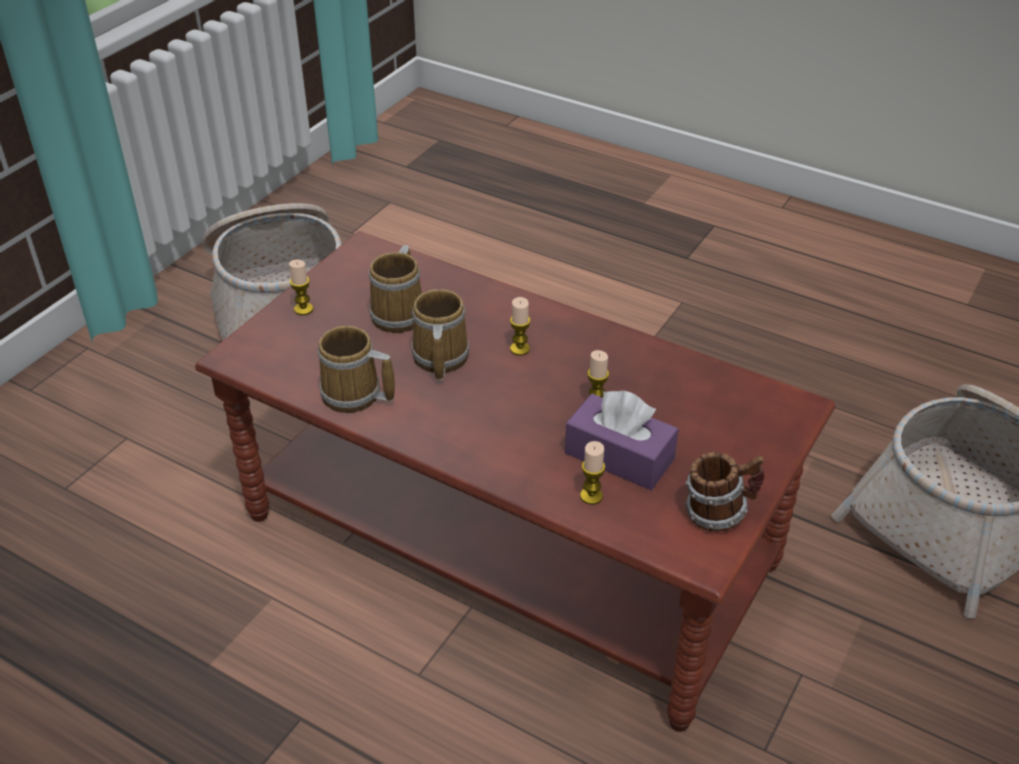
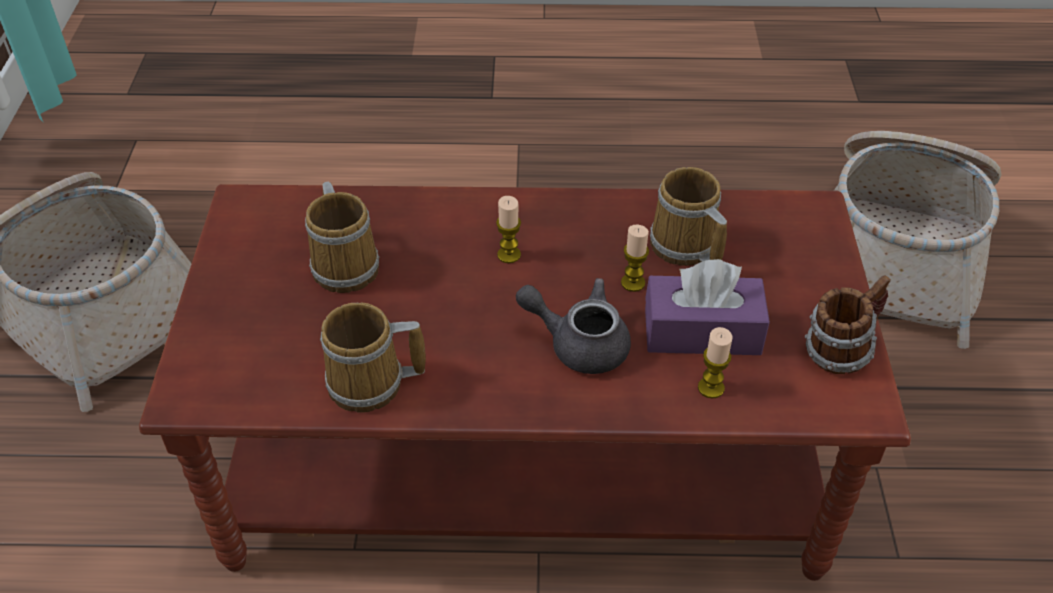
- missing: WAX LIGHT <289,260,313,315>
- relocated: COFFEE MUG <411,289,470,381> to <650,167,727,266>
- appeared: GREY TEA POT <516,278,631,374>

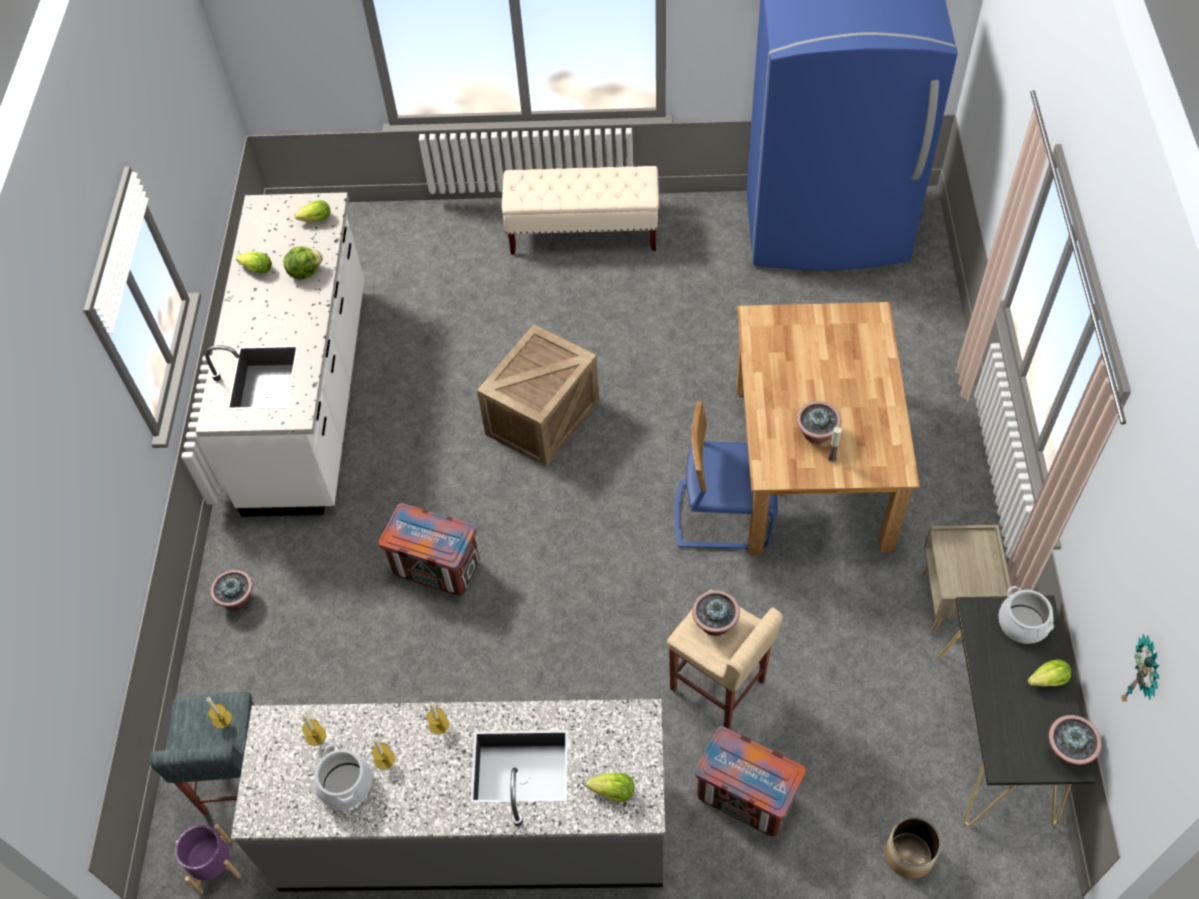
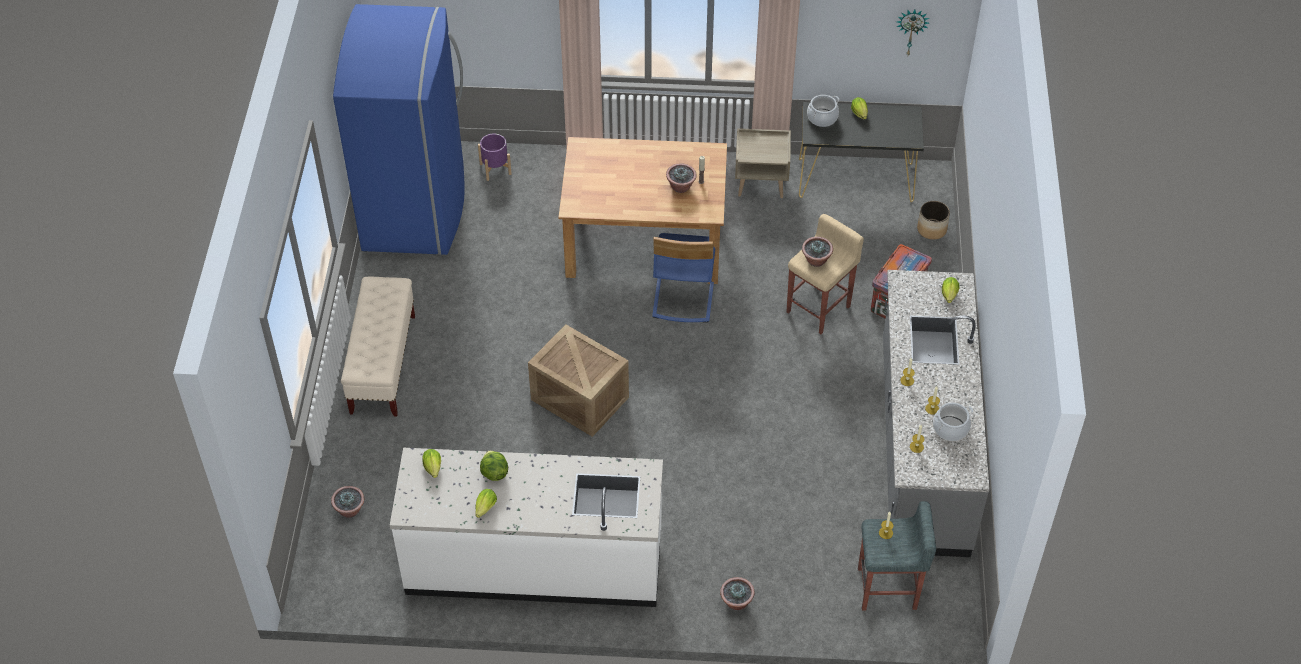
- missing: CRATE <379,503,480,596>
- relocated: HOUSEPLANT <1048,715,1102,765> to <331,486,364,518>
- relocated: PURPLE-COLOURED PLANTER <175,824,241,894> to <478,134,512,181>

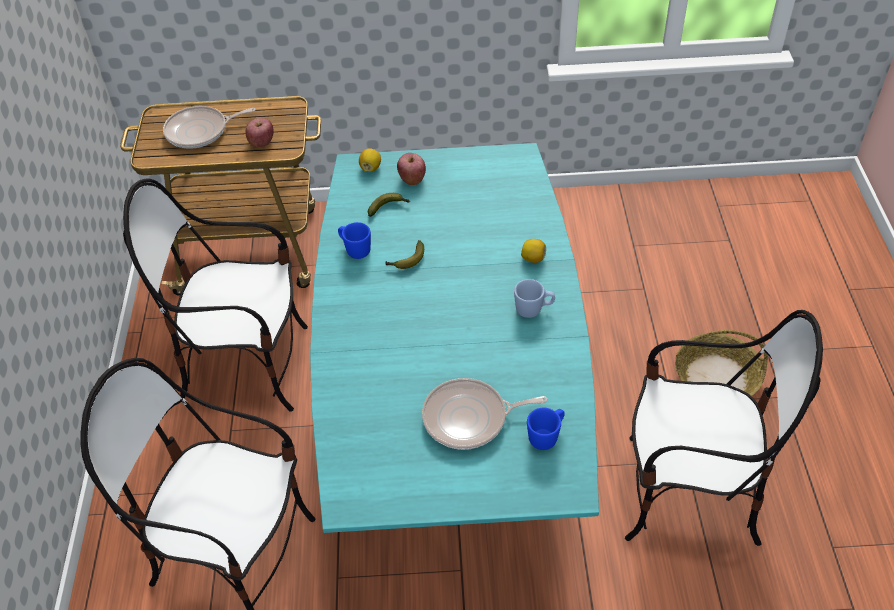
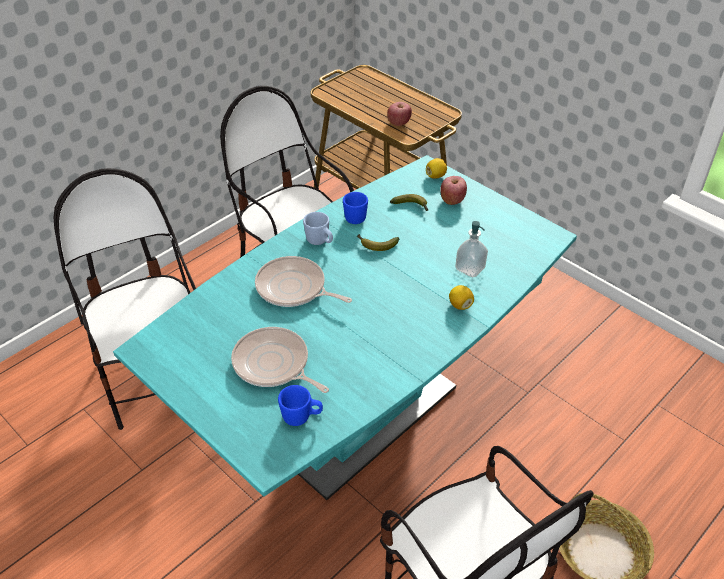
- relocated: FRYING PAN <163,106,256,149> to <255,256,352,307>
- relocated: BLUISH COFFEE MUG <514,279,555,318> to <303,212,333,245>
- appeared: SOAP BOTTLE <455,221,488,277>

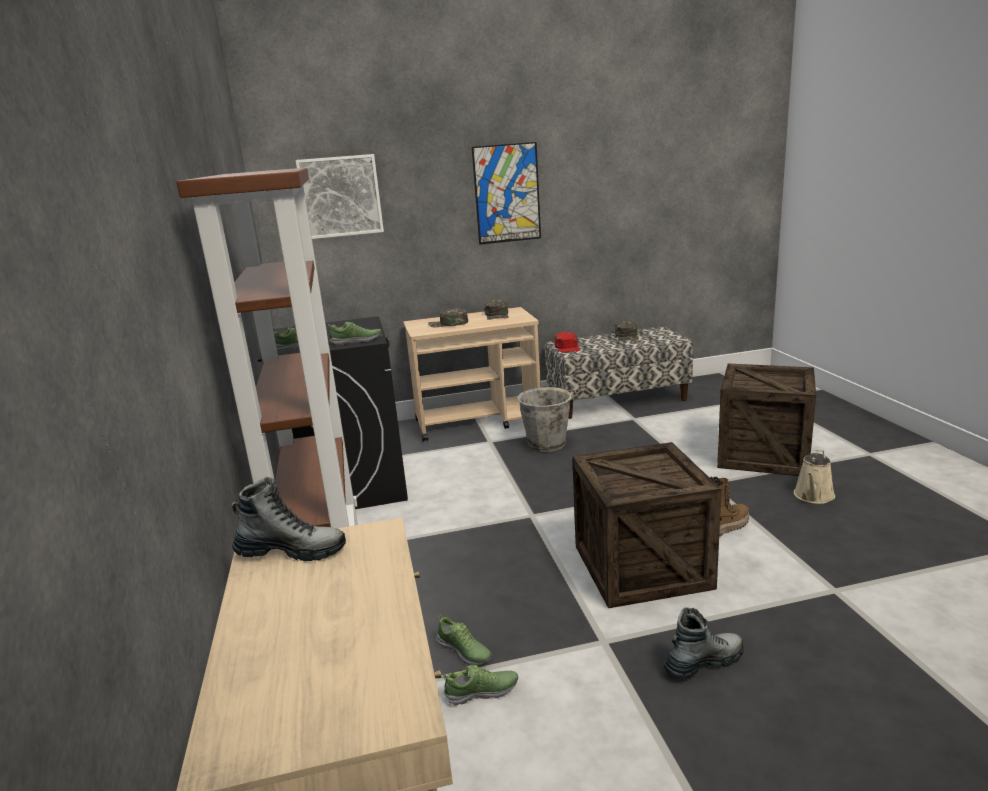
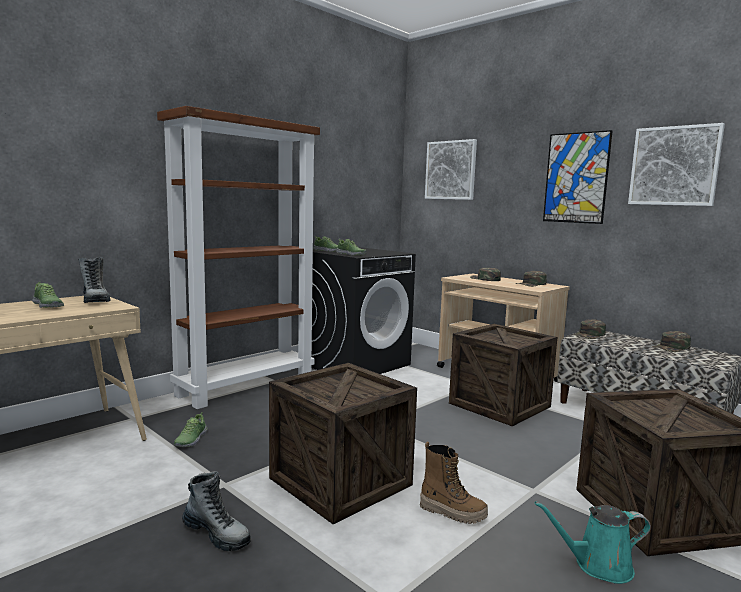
- colour: RED BASEBALL CAP <554,332,580,353> to GREEN-COLOURED BASEBALL CAP <574,319,606,339>
- exchanged: GREY WATER BUCKET <517,387,578,452> to CRATE <449,324,557,426>
- colour: SAND-COLOURED SPRINKLING CAN <794,450,835,504> to TURQUOISE SPRINKLING CAN <535,501,651,584>
- relocated: ITEM OF FOOTWEAR <442,665,518,705> to <32,282,64,308>
- appeared: WALL ART <628,123,725,206>

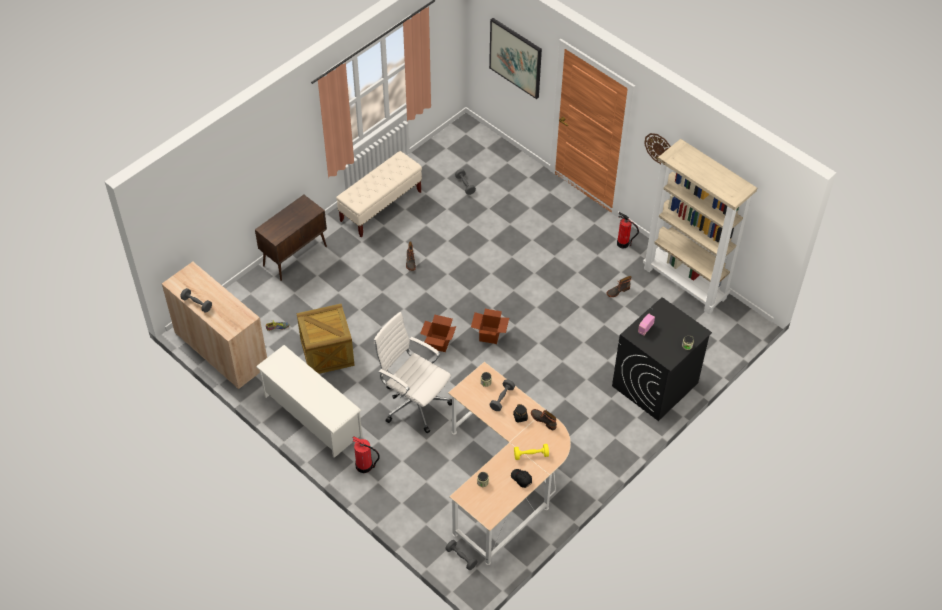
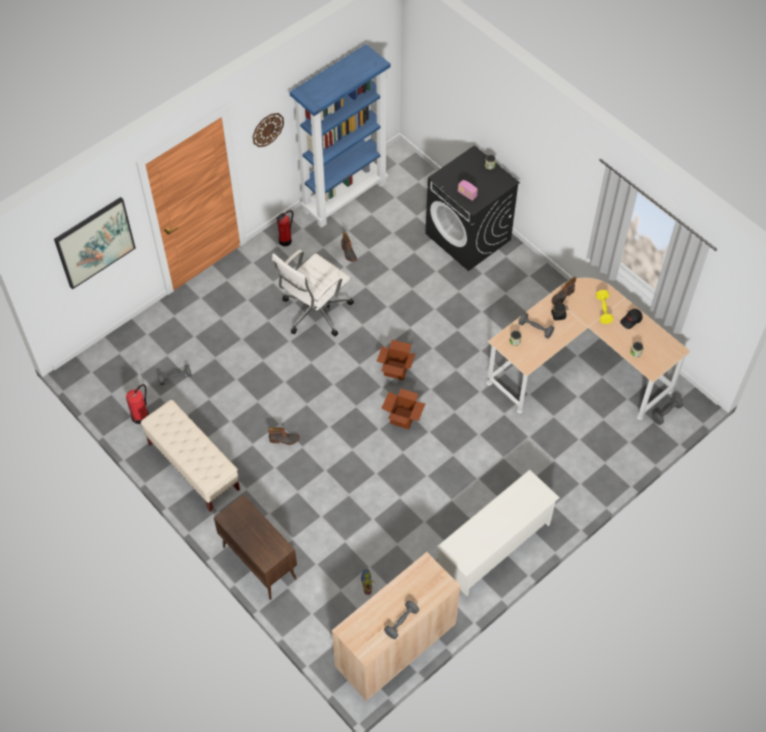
- colour: SAND-COLOURED SHELVING UNIT <643,139,757,314> to BLUISH SHELVING UNIT <290,44,391,228>
- missing: CRATE <297,304,355,374>
- relocated: WHITE-COLOURED DESK CHAIR <373,312,452,433> to <272,250,354,336>
- relocated: FIRE-FIGHTING CYLINDER <352,436,380,473> to <126,384,149,424>

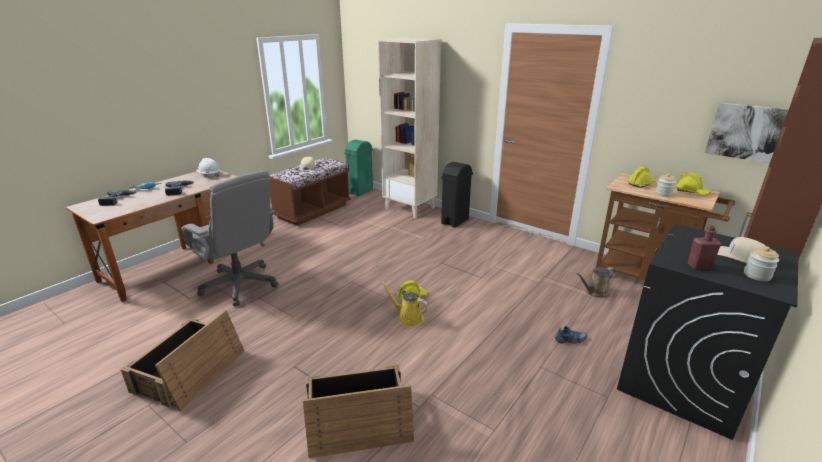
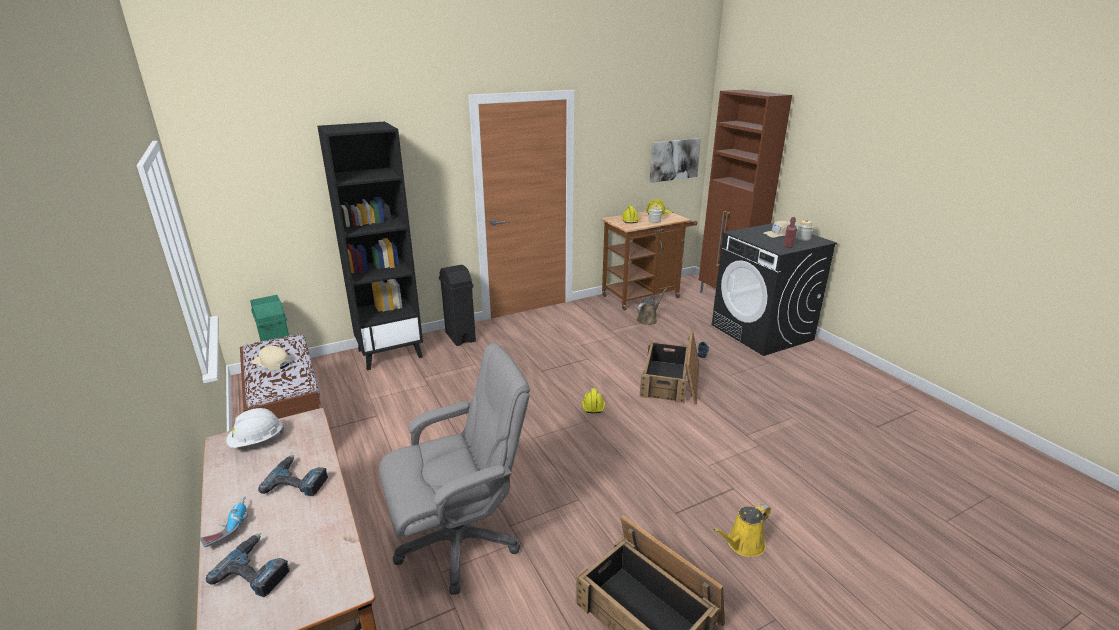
- colour: SAND-COLOURED SHELVING UNIT <378,38,441,218> to BLACK-COLOURED SHELVING UNIT <317,121,423,371>
- spun: BROWNISH SPRINKLING CAN <576,267,616,298> = <636,288,667,325> 135 degrees counterclockwise
- relocated: YELLOW-COLOURED SPRINKLING CAN <381,281,429,327> to <713,504,771,557>
- relocated: CRATE <303,364,414,458> to <639,330,700,404>

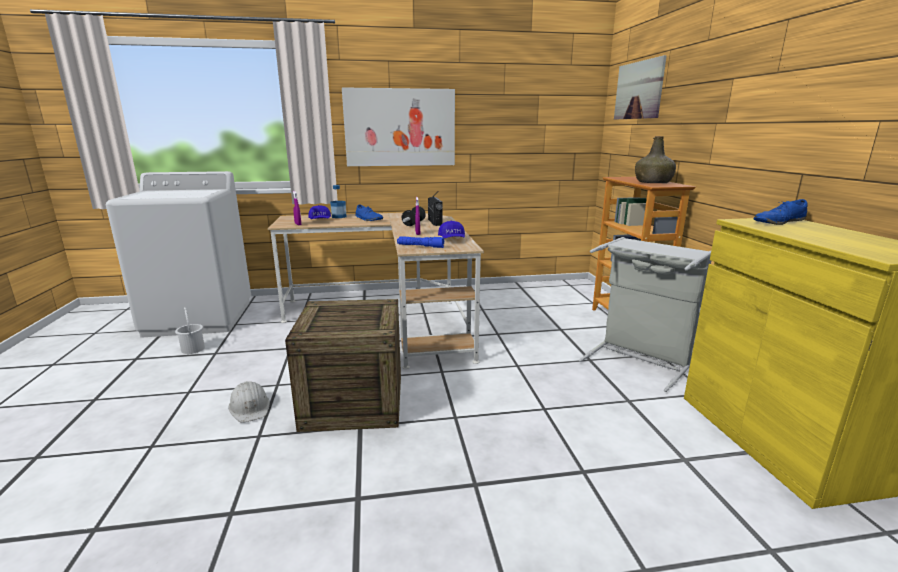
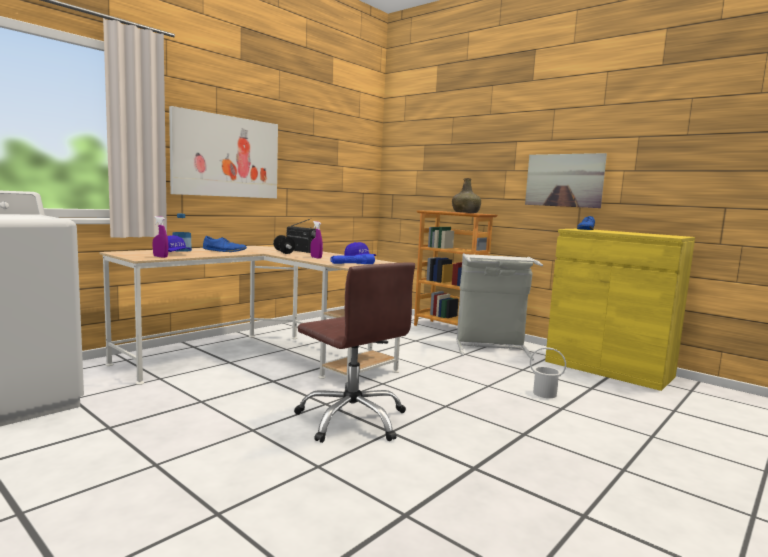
- relocated: WALL ART <614,55,667,120> to <525,153,607,208>
- exchanged: CRATE <285,299,401,432> to BROWNISH DESK CHAIR <294,262,415,443>
- relocated: WHITE-COLOURED WATER BUCKET <175,307,205,354> to <530,347,566,398>
- missing: WHITE-COLOURED WORK HELMET <228,381,270,423>

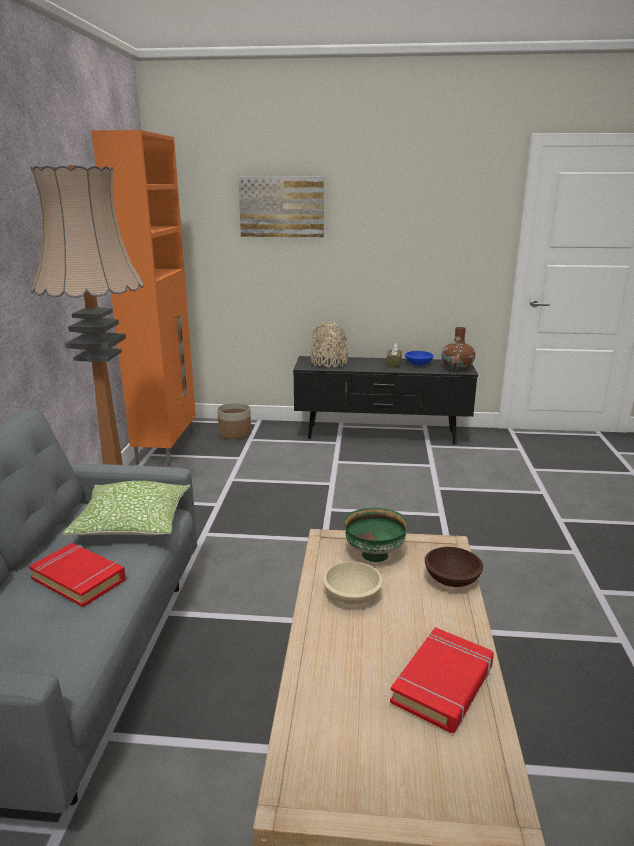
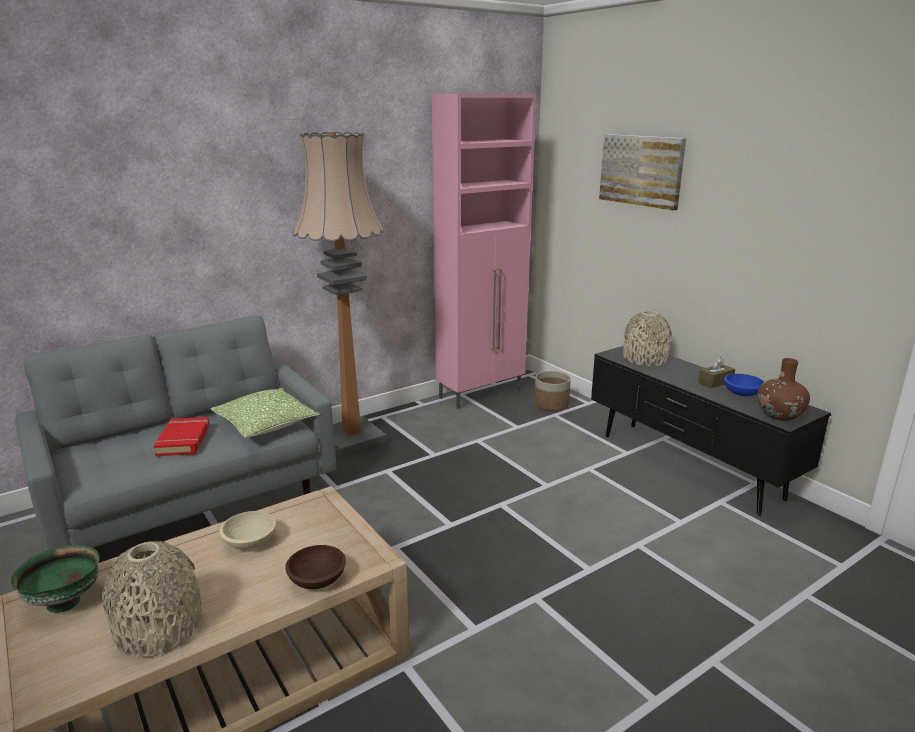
- colour: ORANGEY STORAGE CABINET <91,130,196,466> to PINK-COLOURED STORAGE CABINET <432,94,536,409>
- relocated: GREEN-COLOURED BOWL <343,508,409,562> to <11,545,100,613>
- exchanged: RED VOLUME <390,627,494,733> to SAND-COLOURED VASE <102,541,202,657>

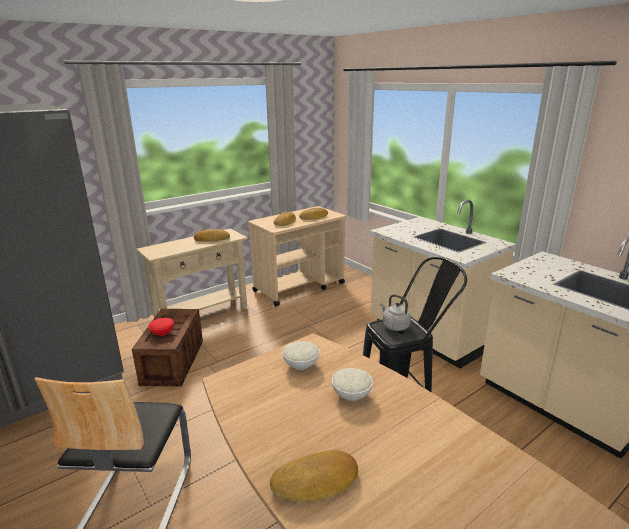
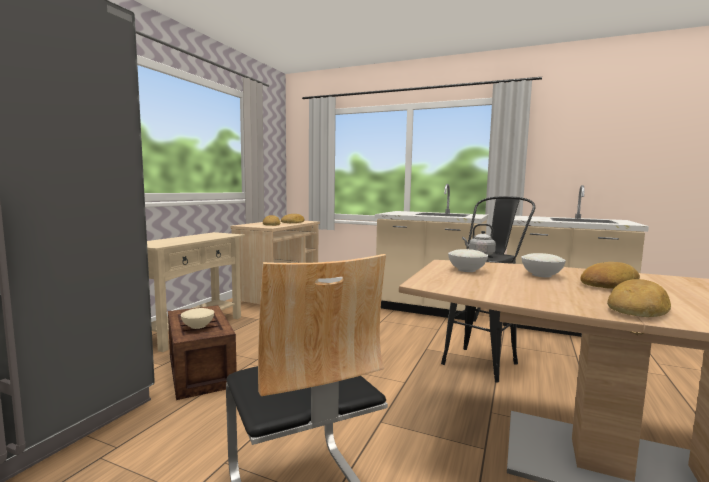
- relocated: BAKED BREAD <194,229,230,242> to <580,262,640,289>
- colour: RED BOWL <148,318,174,336> to SAND-COLOURED BOWL <181,308,214,329>

